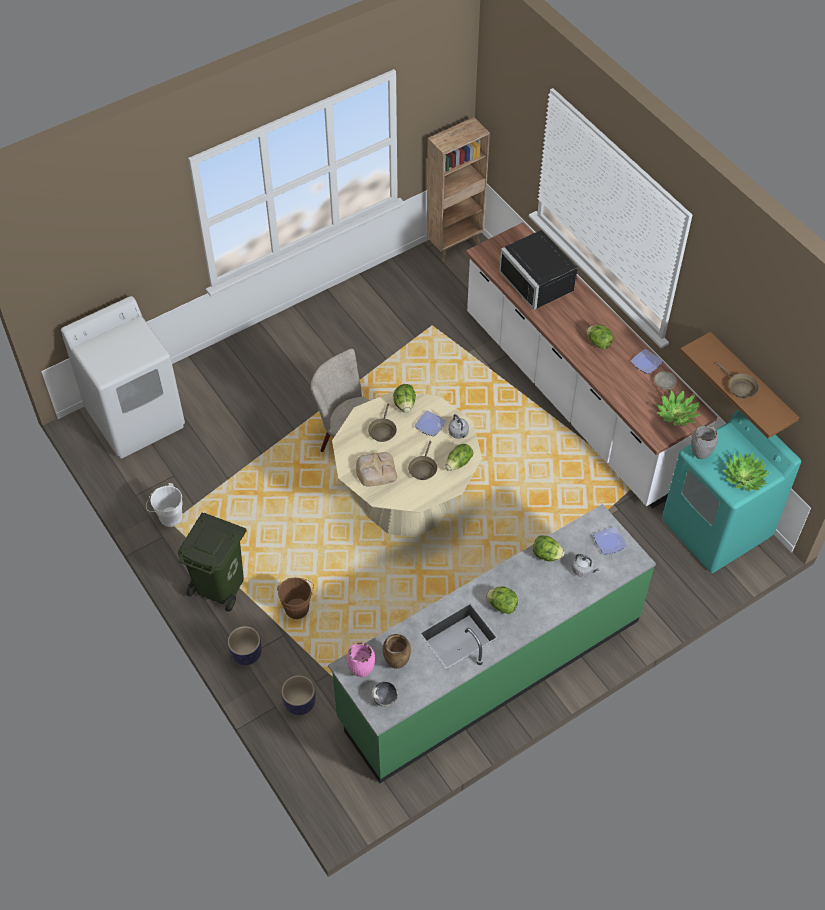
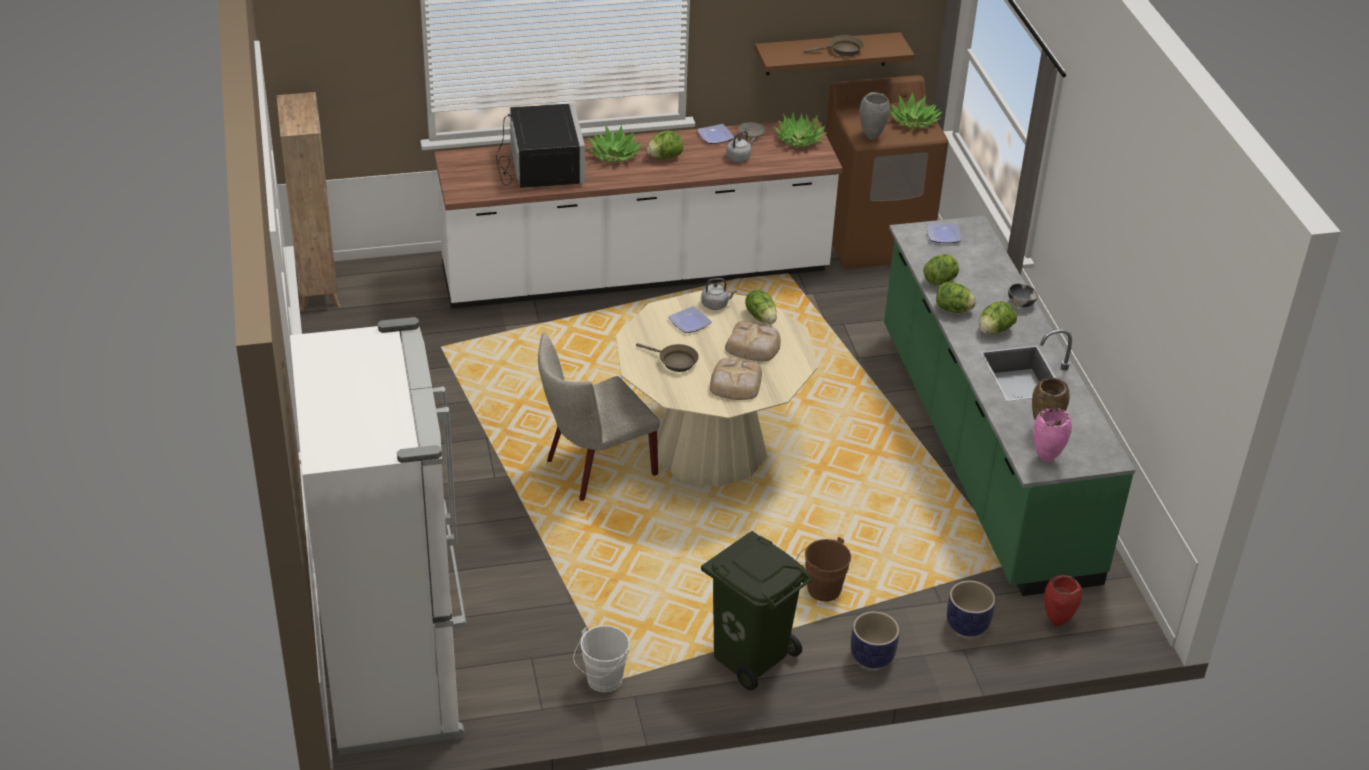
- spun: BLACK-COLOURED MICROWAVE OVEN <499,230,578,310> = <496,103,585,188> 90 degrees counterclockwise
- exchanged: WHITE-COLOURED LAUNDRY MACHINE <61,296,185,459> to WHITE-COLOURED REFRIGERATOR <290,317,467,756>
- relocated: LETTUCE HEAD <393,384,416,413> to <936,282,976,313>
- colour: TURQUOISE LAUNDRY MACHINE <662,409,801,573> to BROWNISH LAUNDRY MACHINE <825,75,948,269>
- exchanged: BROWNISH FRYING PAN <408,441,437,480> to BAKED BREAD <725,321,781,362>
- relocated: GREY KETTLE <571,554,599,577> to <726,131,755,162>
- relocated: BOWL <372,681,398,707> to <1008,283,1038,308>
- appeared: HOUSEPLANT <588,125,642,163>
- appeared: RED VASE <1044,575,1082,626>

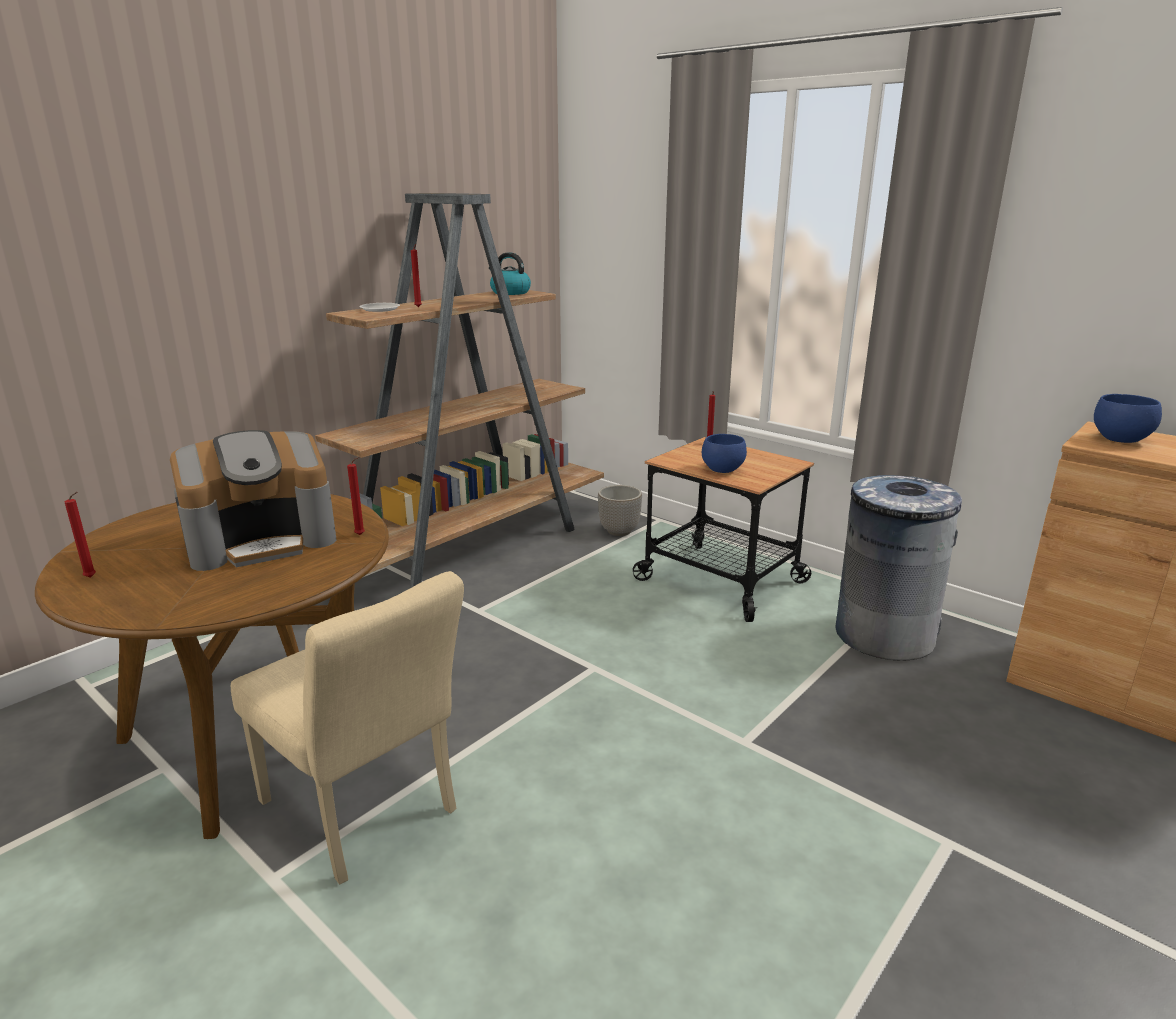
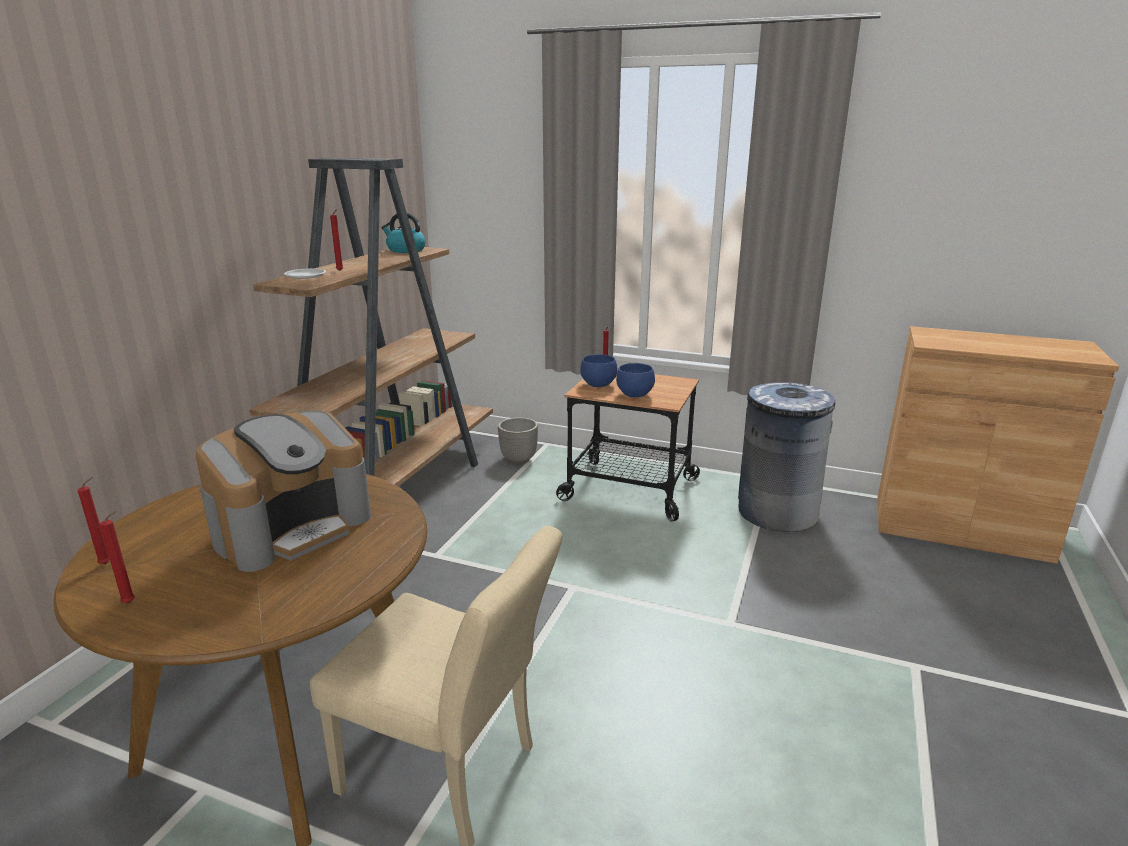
- relocated: BLUISH BOWL <1094,394,1162,443> to <580,354,618,387>
- relocated: RED WAX LIGHT <347,456,365,535> to <78,477,110,564>

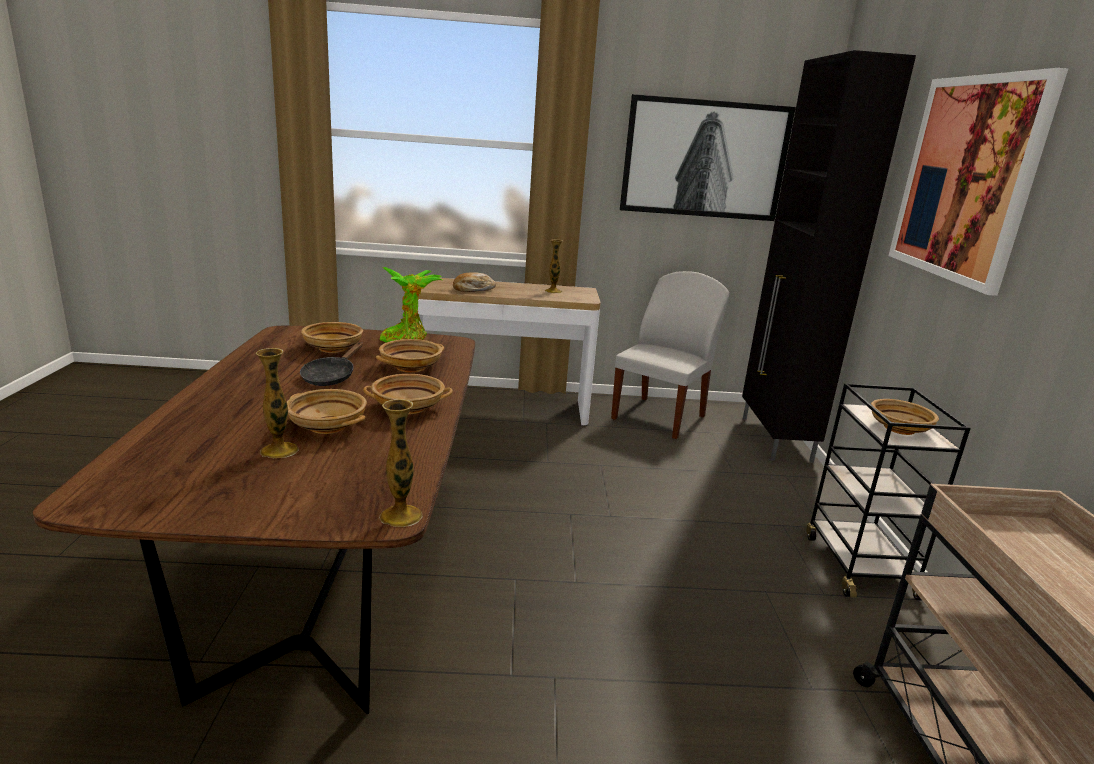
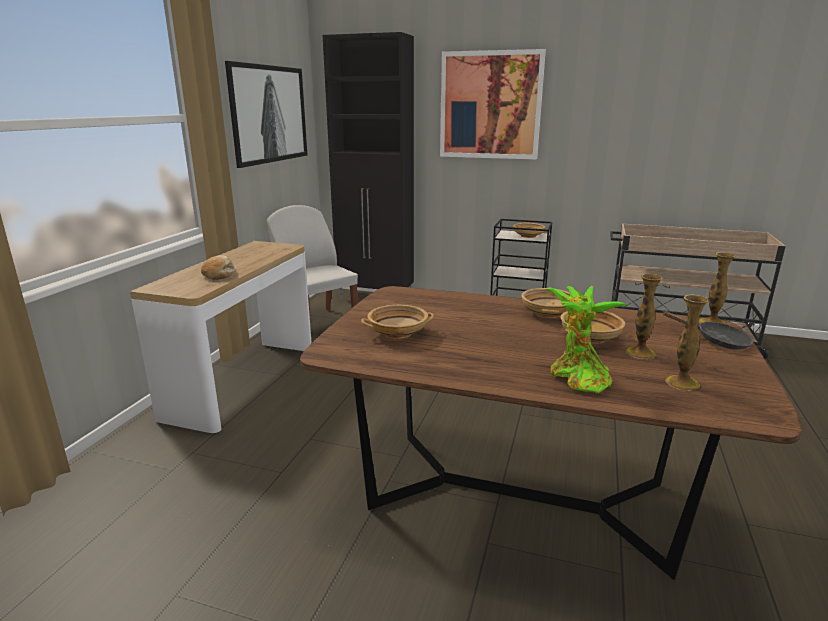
- relocated: VASE <545,239,562,293> to <666,294,709,391>
- relocated: HOUSEPLANT <380,267,442,343> to <546,286,629,393>
- missing: SAND-COLOURED BOWL <376,339,444,373>
- relocated: BLACK-COLOURED FRYING PAN <300,342,363,386> to <663,311,753,350>

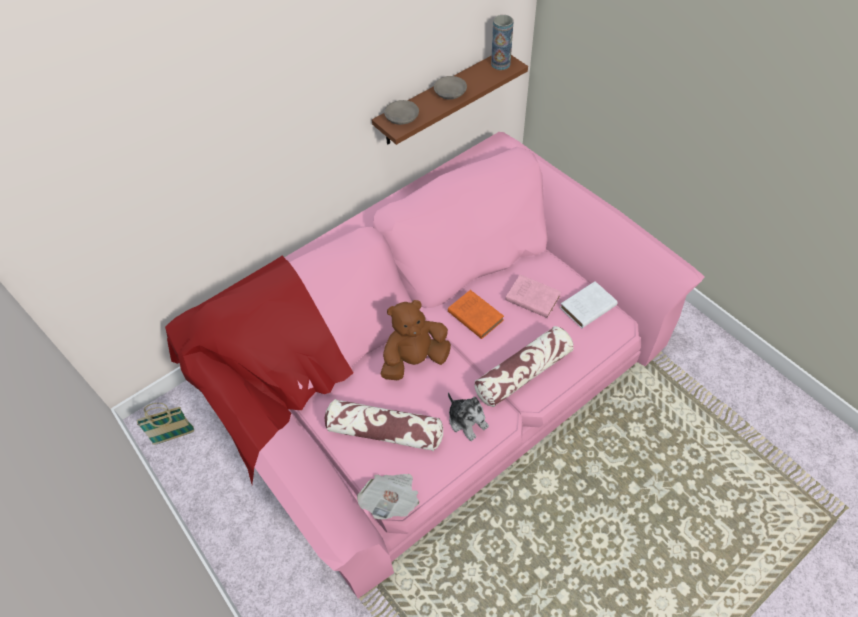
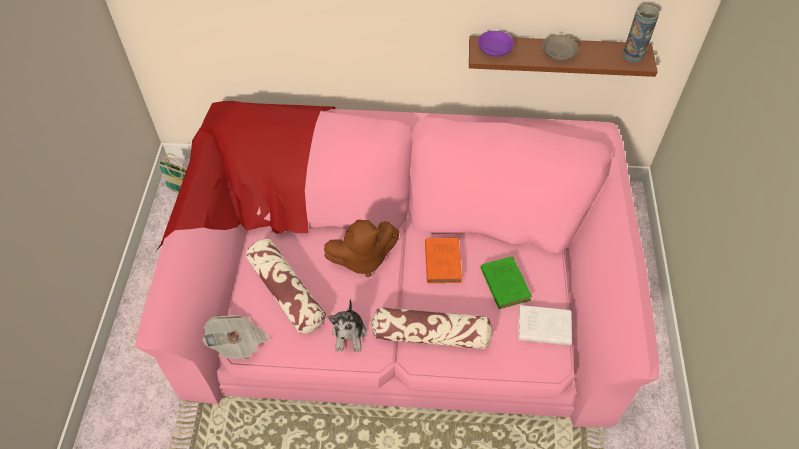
- colour: GREY BOWL <384,100,419,125> to PURPLE-COLOURED BOWL <478,31,514,57>
- colour: PINK-COLOURED VOLUME <506,275,561,318> to GREEN-COLOURED VOLUME <480,256,532,309>
- spun: BROWNISH CUDDLY TOY <381,300,451,381> = <324,219,399,277> 150 degrees clockwise

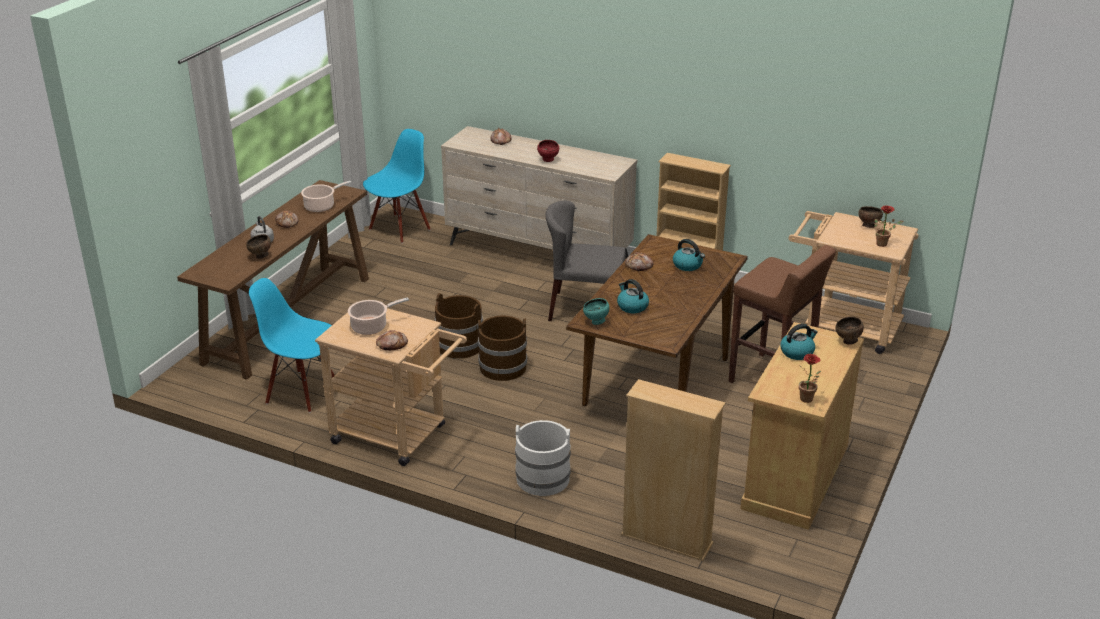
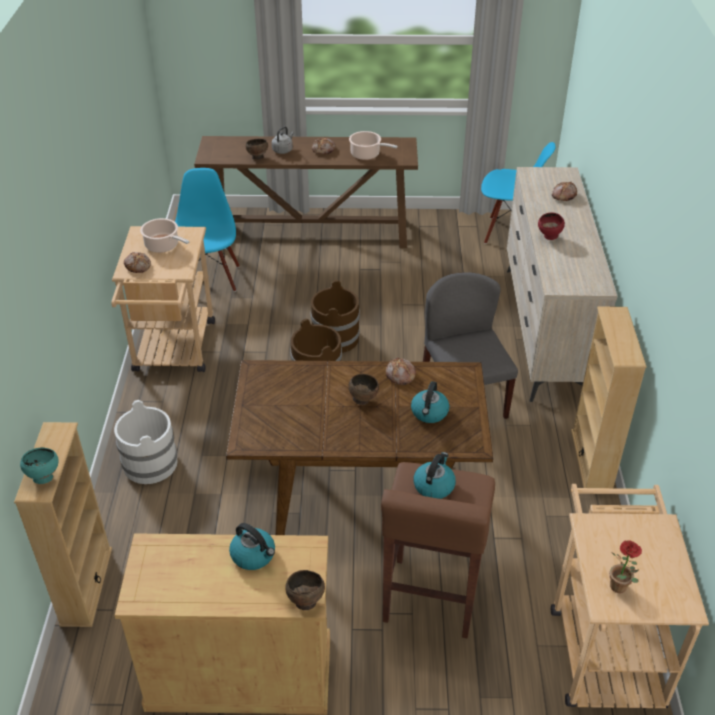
- relocated: BROWNISH BOWL <858,206,883,228> to <349,374,379,405>
- relocated: KETTLE <617,279,649,313> to <413,452,456,499>
- relocated: TURQUOISE BOWL <583,298,609,325> to <20,447,59,484>
- missing: HOUSEPLANT <799,354,821,403>

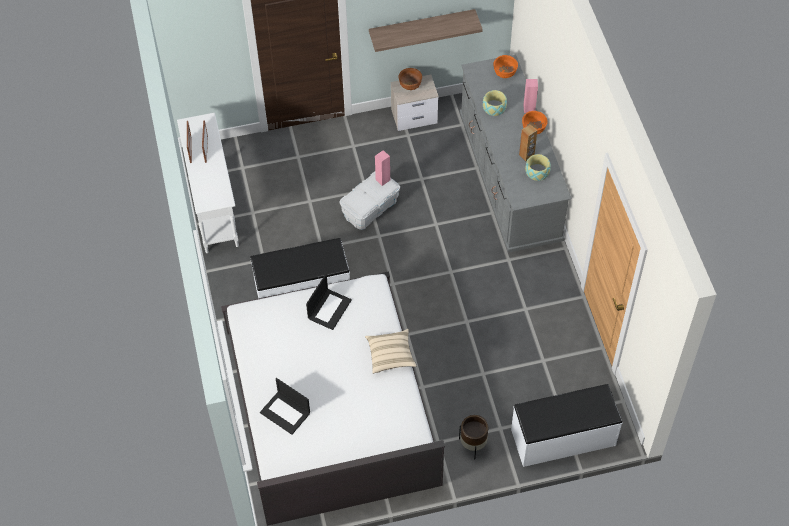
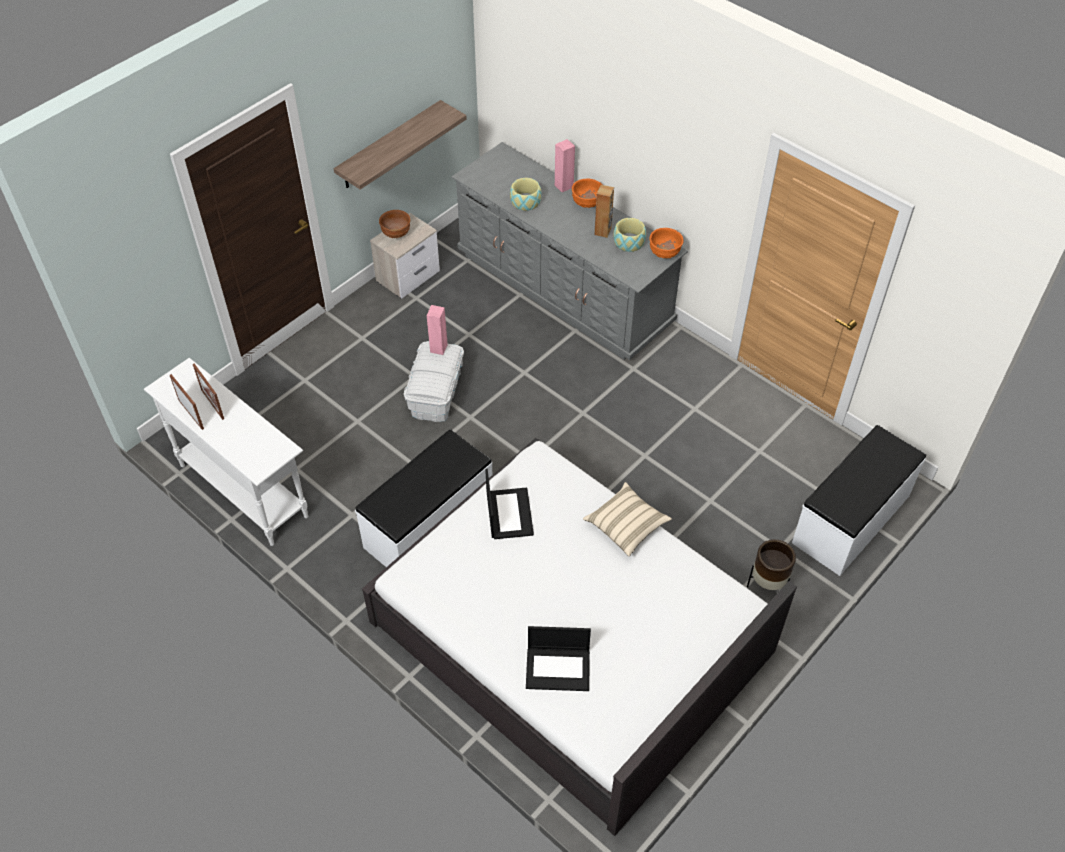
- relocated: ORANGEY BOWL <493,55,518,78> to <650,228,684,258>

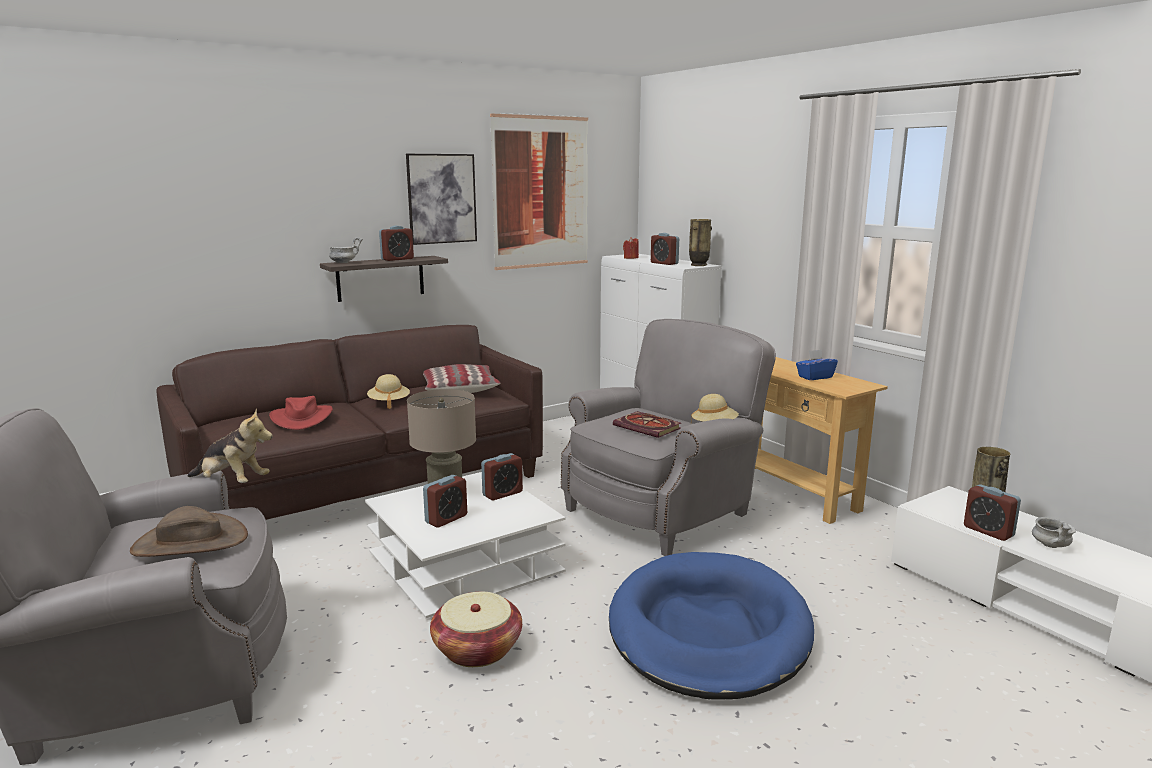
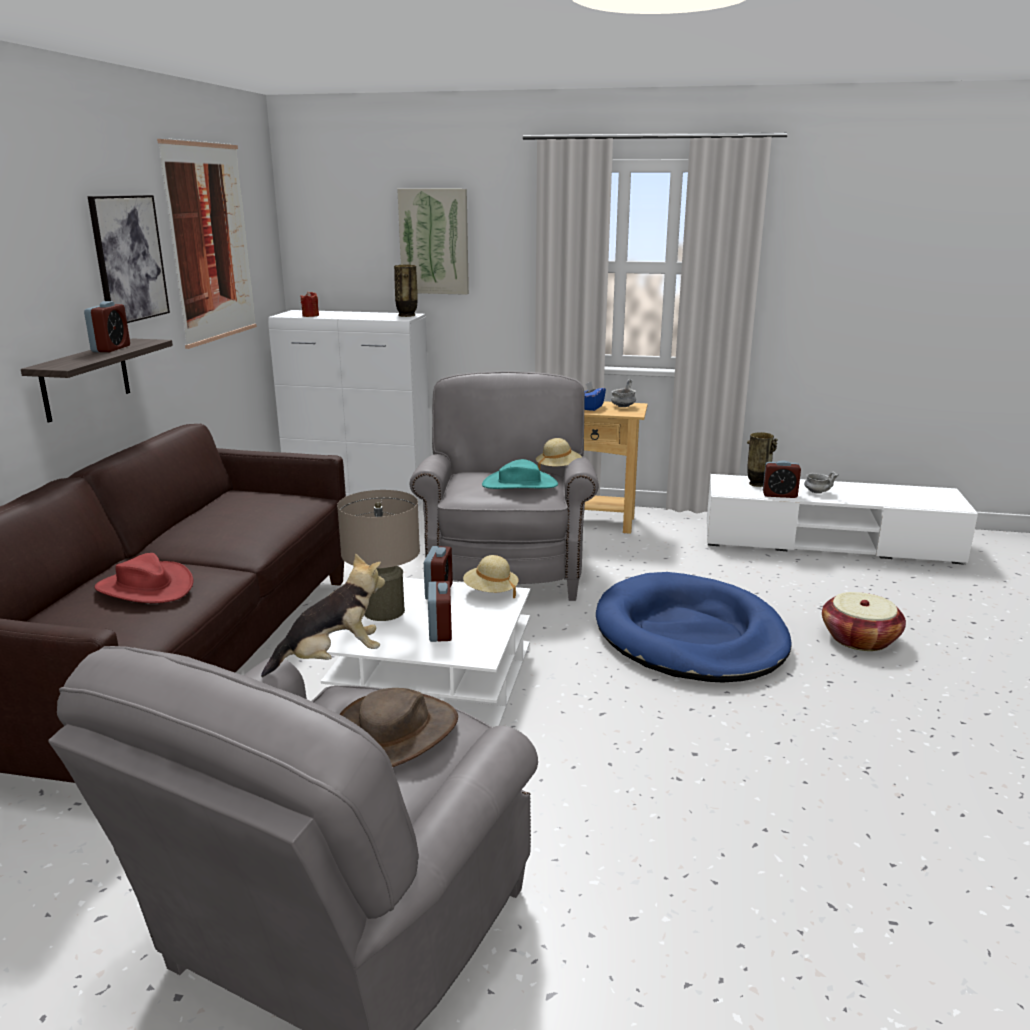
- missing: ALARM CLOCK <651,233,679,265>
- relocated: GREY BOWL <329,237,363,263> to <611,379,636,407>
- missing: CUSHION <423,364,500,393>
- relocated: SAND-COLOURED HAT <367,374,410,409> to <463,555,519,598>
- exchanged: VOLUME <613,411,681,438> to TURQUOISE HAT <482,459,558,489>
- relocated: HOUSEHOLD BASKET <430,592,522,667> to <822,592,906,651>
- appeared: WALL ART <397,189,469,295>

